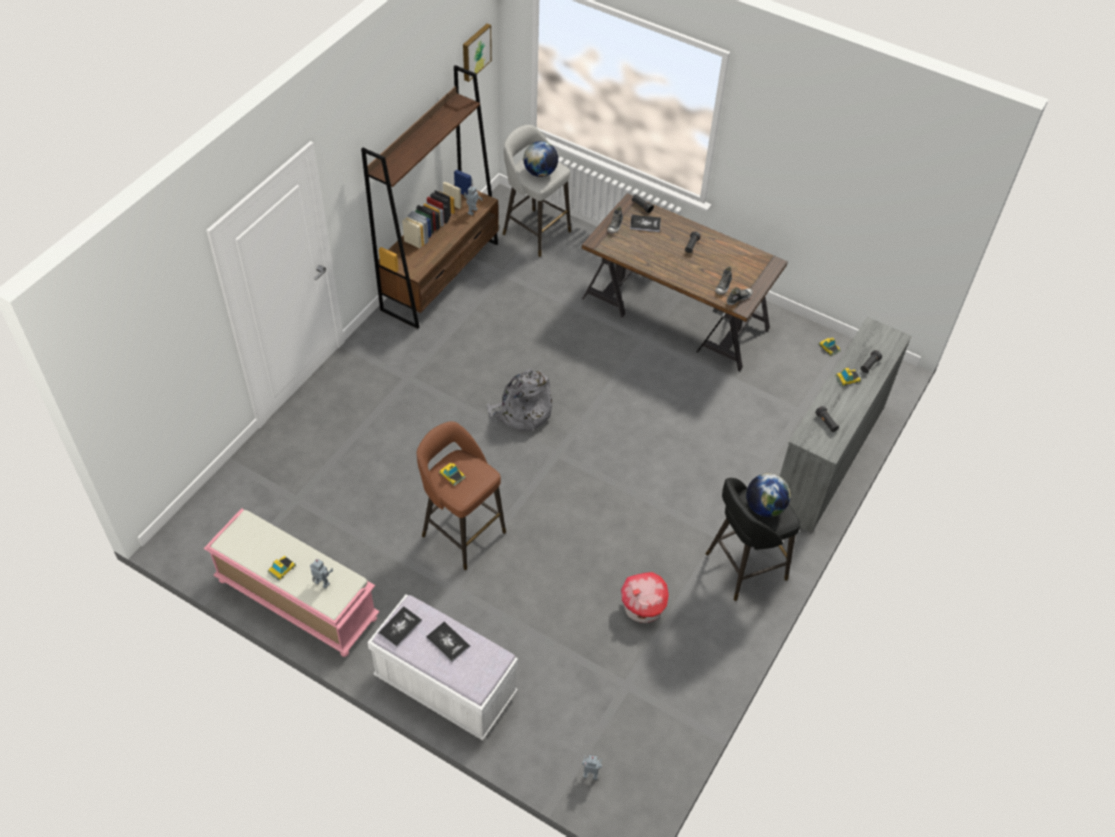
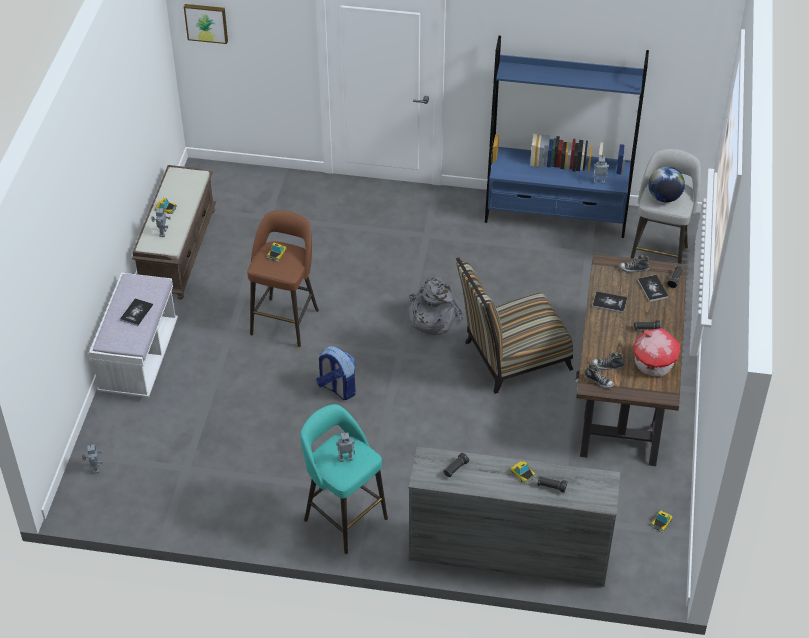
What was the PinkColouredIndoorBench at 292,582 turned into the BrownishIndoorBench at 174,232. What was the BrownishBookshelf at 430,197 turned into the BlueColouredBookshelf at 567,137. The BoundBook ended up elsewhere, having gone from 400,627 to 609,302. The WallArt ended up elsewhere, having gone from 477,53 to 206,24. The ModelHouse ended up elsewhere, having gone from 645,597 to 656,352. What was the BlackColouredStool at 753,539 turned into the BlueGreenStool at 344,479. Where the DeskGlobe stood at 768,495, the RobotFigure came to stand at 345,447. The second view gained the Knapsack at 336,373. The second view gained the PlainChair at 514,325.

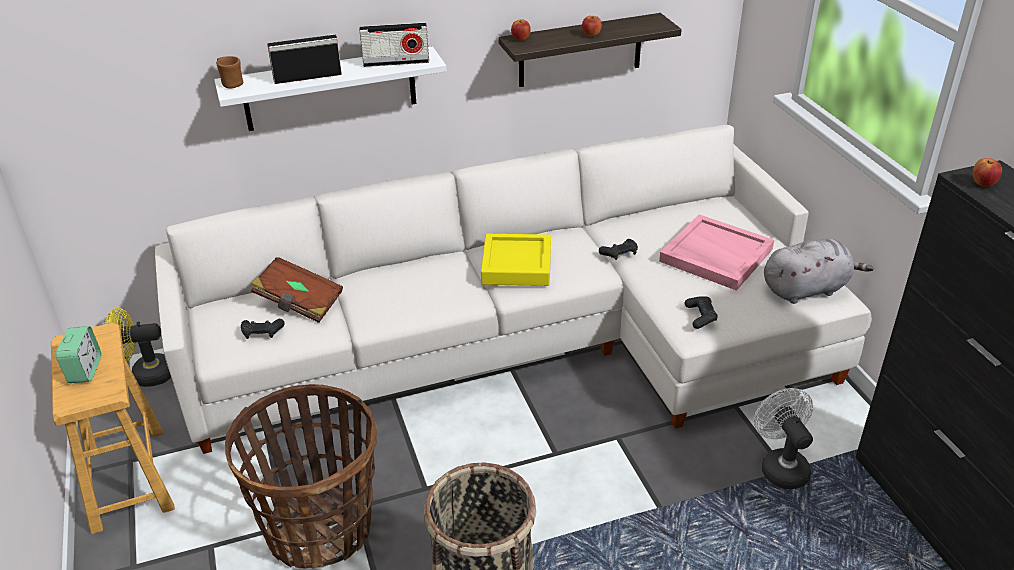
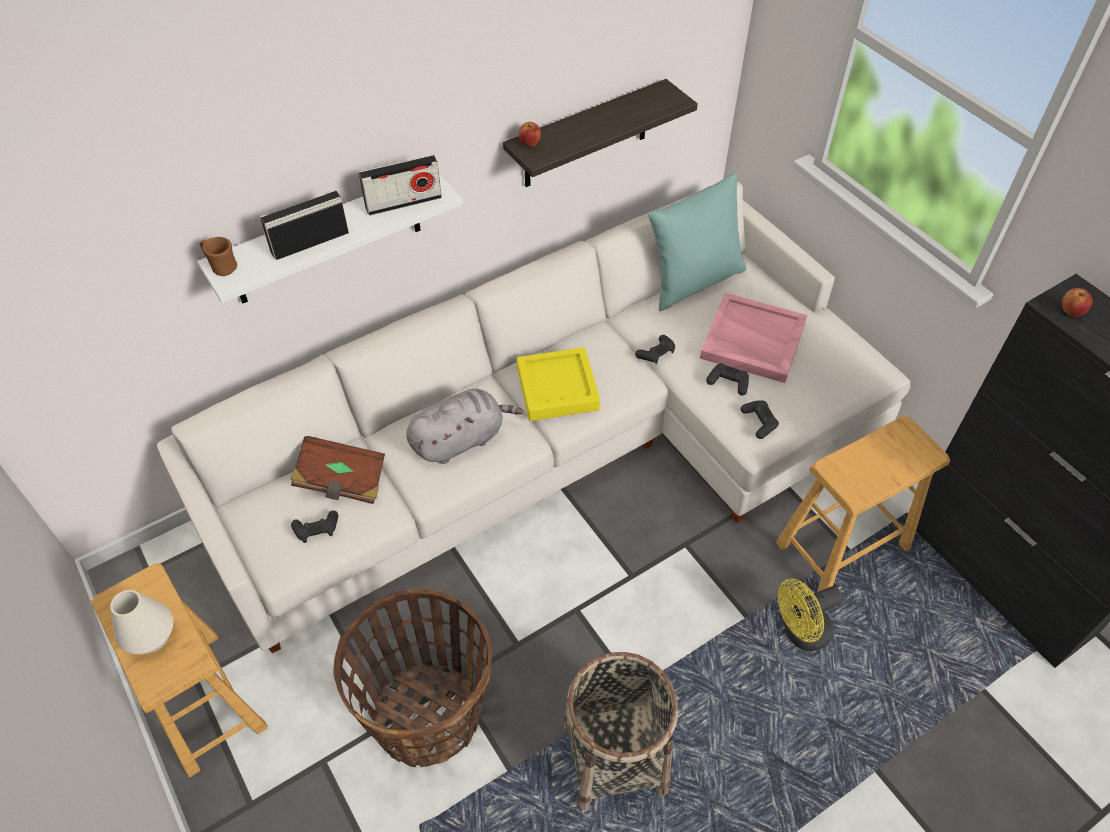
Where the TableClock stood at 78,354, the WhiteColouredDecorativeVase came to stand at 142,622. The YellowColouredCoolingFan ended up elsewhere, having gone from 137,347 to 810,614. The second view lost the WholeApple at 592,26. Where the WhiteColouredCoolingFan stood at 783,438, the BrownishStool came to stand at 863,504. The GrayPlushToy ended up elsewhere, having gone from 819,271 to 465,426. The second view gained the BlueGreenCushion at 697,241. The second view gained the BlackColouredGameController at 727,379.

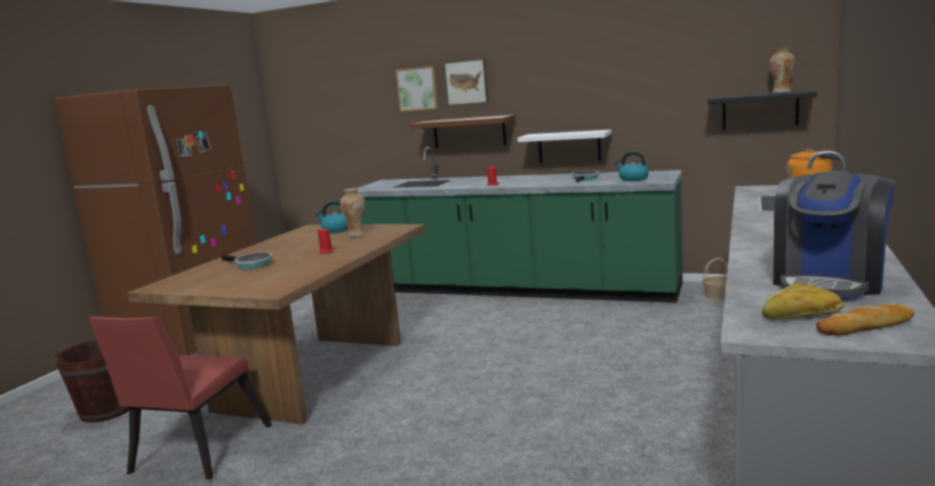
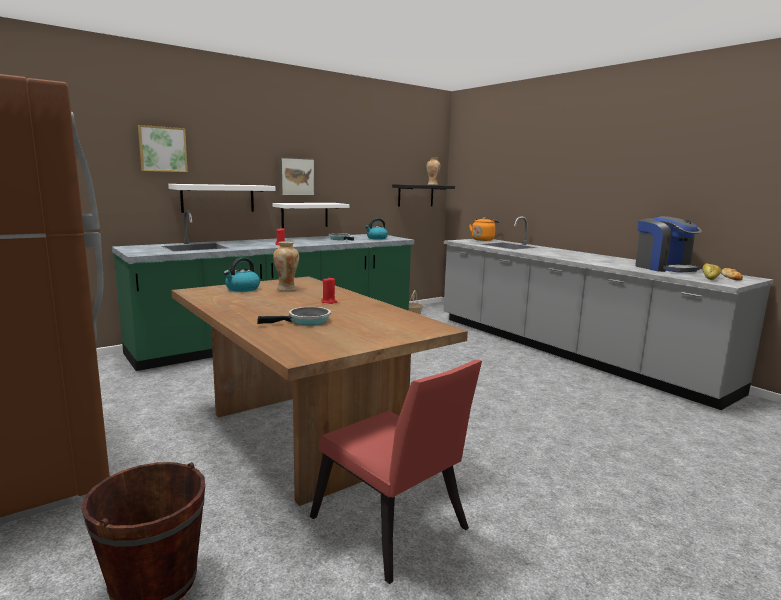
What was the BrownishWallShelf at 462,131 turned into the WhiteColouredWallShelf at 221,198. The WallArt ended up elsewhere, having gone from 466,82 to 297,176.

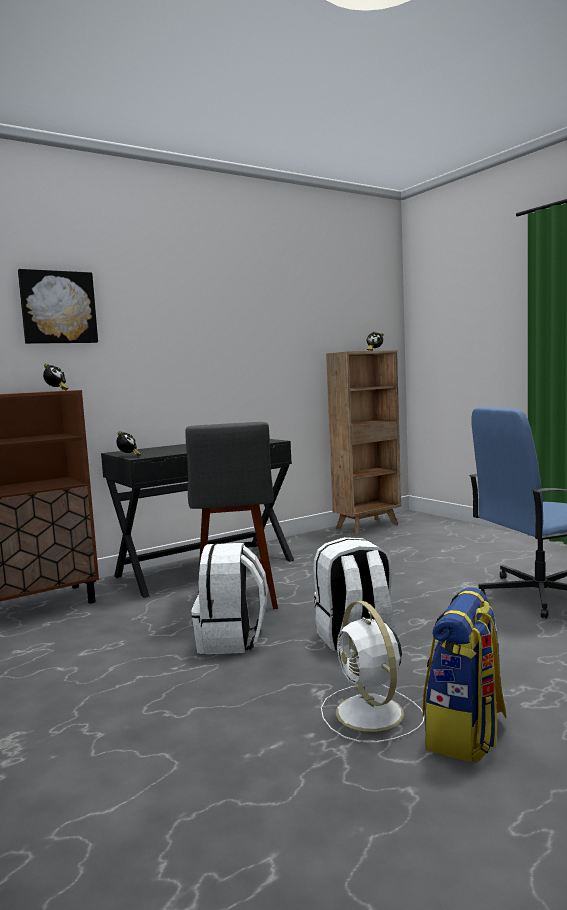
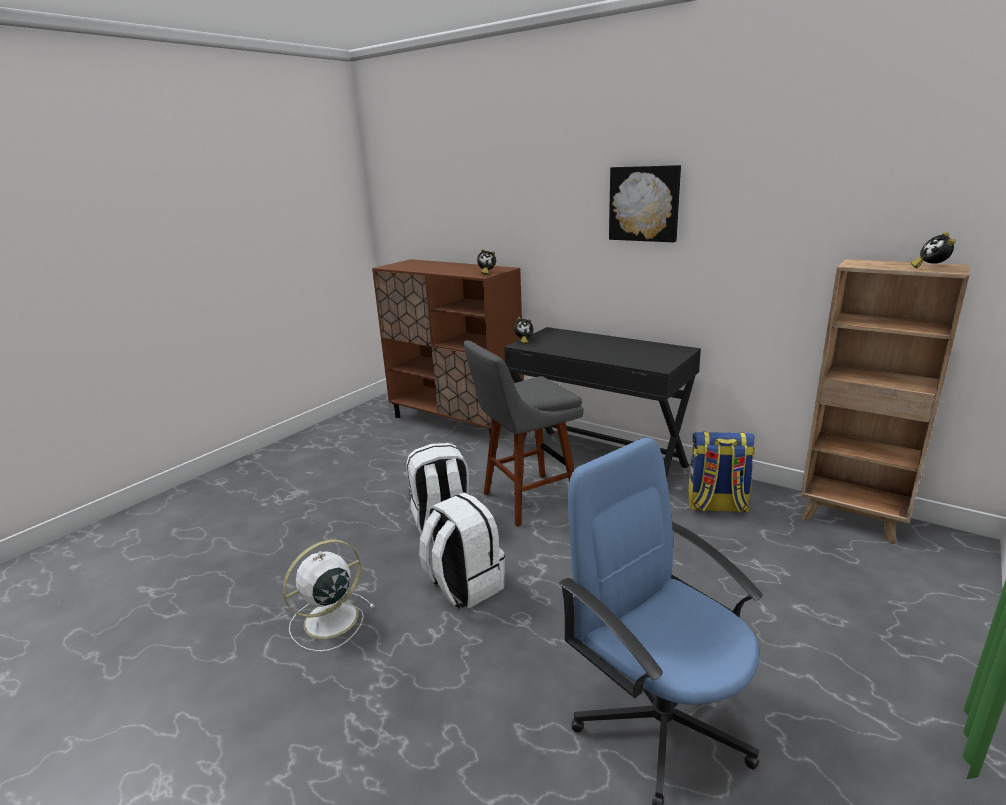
The WallArt ended up elsewhere, having gone from 58,306 to 645,203. The Knapsack ended up elsewhere, having gone from 464,675 to 721,472.

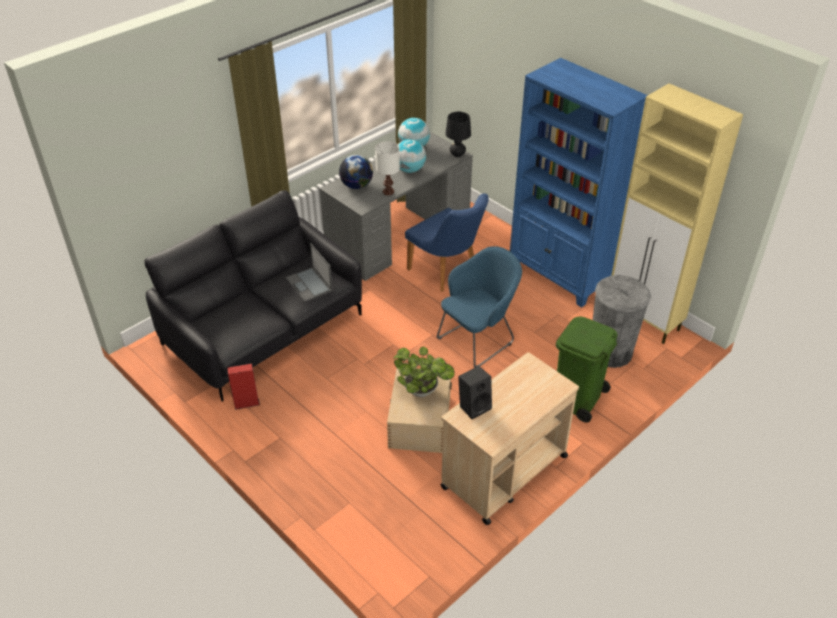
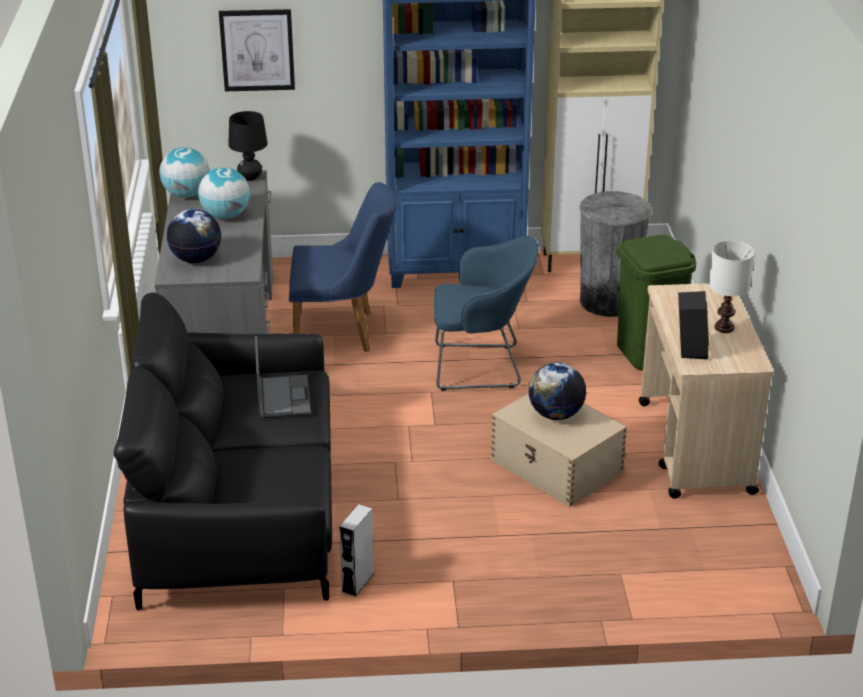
What was the RedAudioSpeaker at 243,386 turned into the GrayAudioSpeaker at 357,550. The Laptop at 309,272 ended up facing another way, 105 degrees counterclockwise from before. The WhiteColouredTabletopLamp ended up elsewhere, having gone from 387,168 to 732,287. Where the PottedPlant stood at 424,371, the DeskGlobe came to stand at 557,391. The BlueColouredLoungeChair at 479,307 ended up facing another way, 90 degrees clockwise from before. The second view gained the WallArt at 257,50.

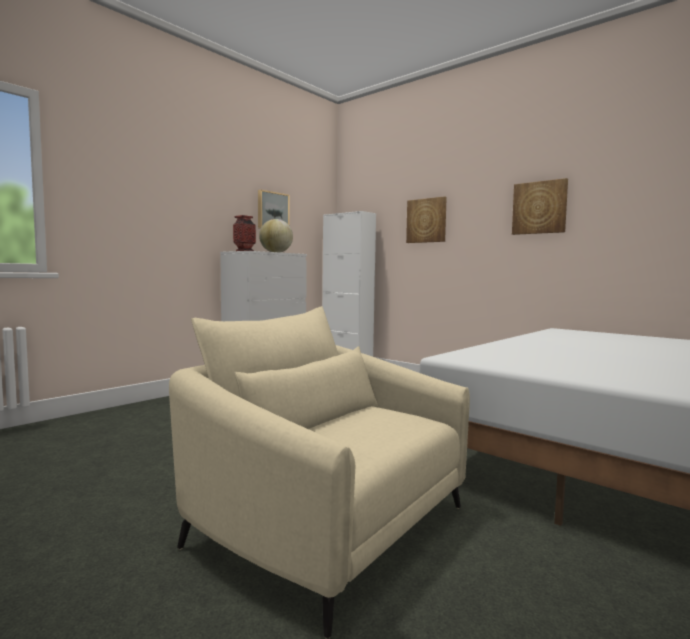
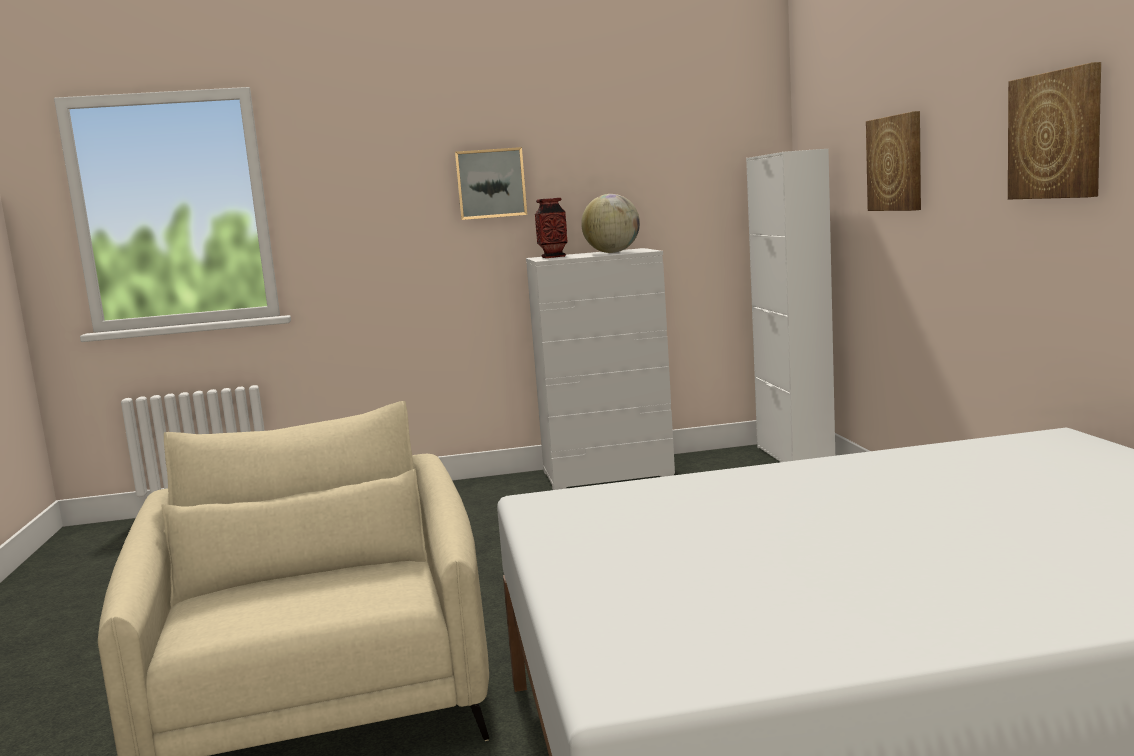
The WallArt ended up elsewhere, having gone from 273,209 to 491,183.

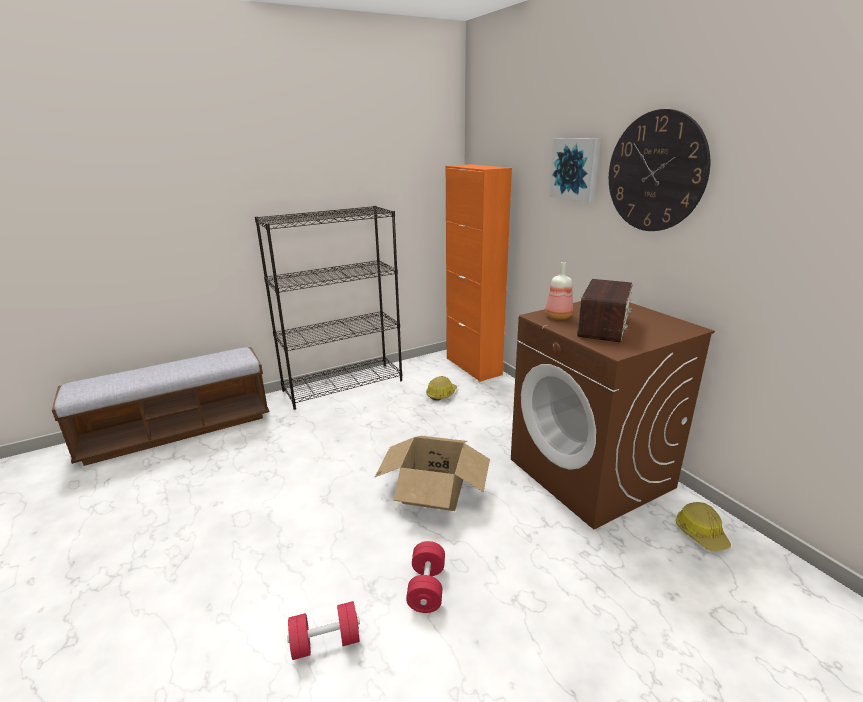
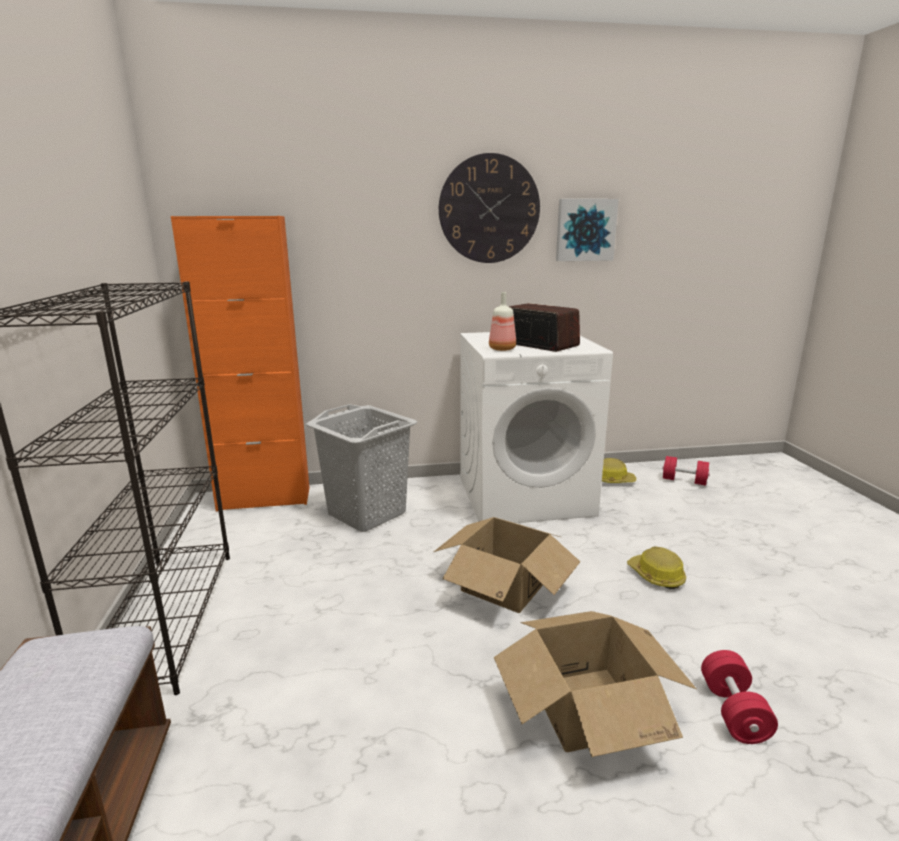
The RedHandWeight ended up elsewhere, having gone from 425,577 to 686,471. The SafetyHelmet ended up elsewhere, having gone from 441,388 to 656,568. What was the BrownishWashingMachine at 613,415 turned into the WhiteColouredWashingMachine at 536,427. The WallArt ended up elsewhere, having gone from 575,170 to 587,230. The second view gained the GrayLaundryBasket at 361,468. The second view gained the Carton at 595,684.

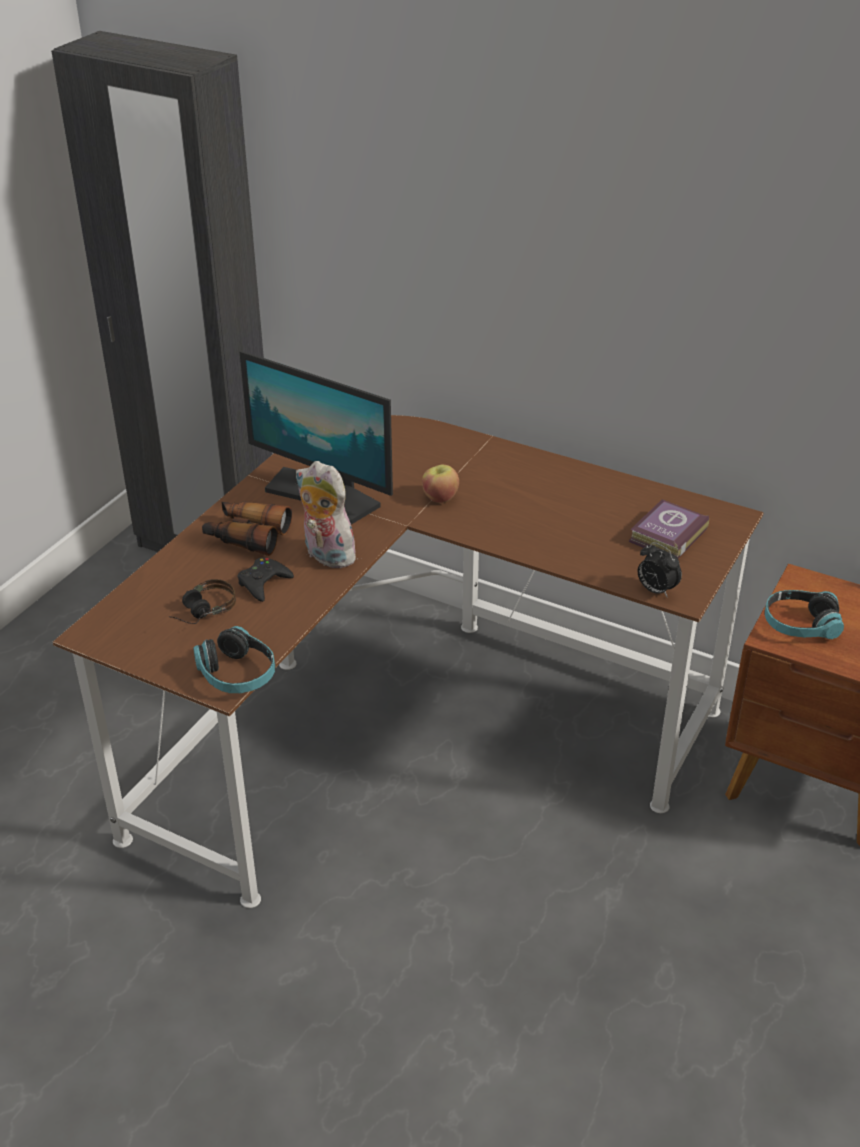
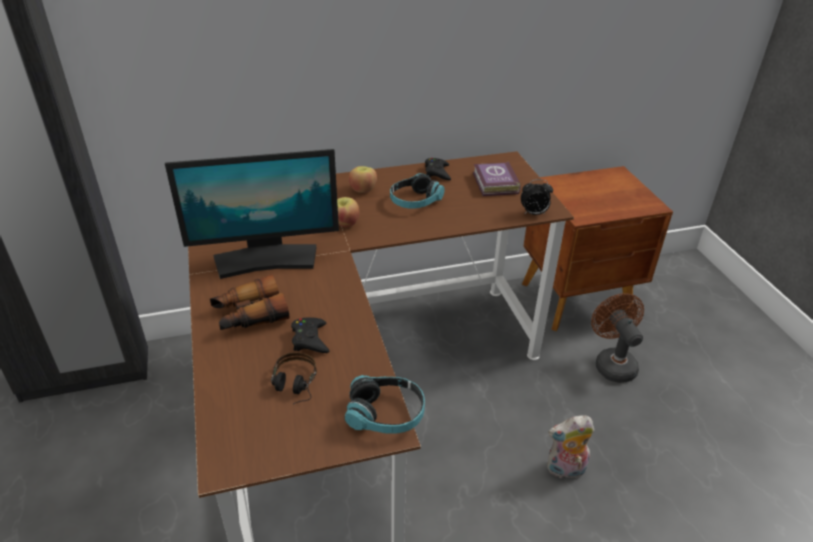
The PlushToy ended up elsewhere, having gone from 327,514 to 571,446. The Headphones ended up elsewhere, having gone from 804,614 to 417,191. The second view gained the WholeApple at 363,179. The second view gained the BlackColouredGameController at 438,169. The second view gained the BrownishCoolingFan at 617,338.

